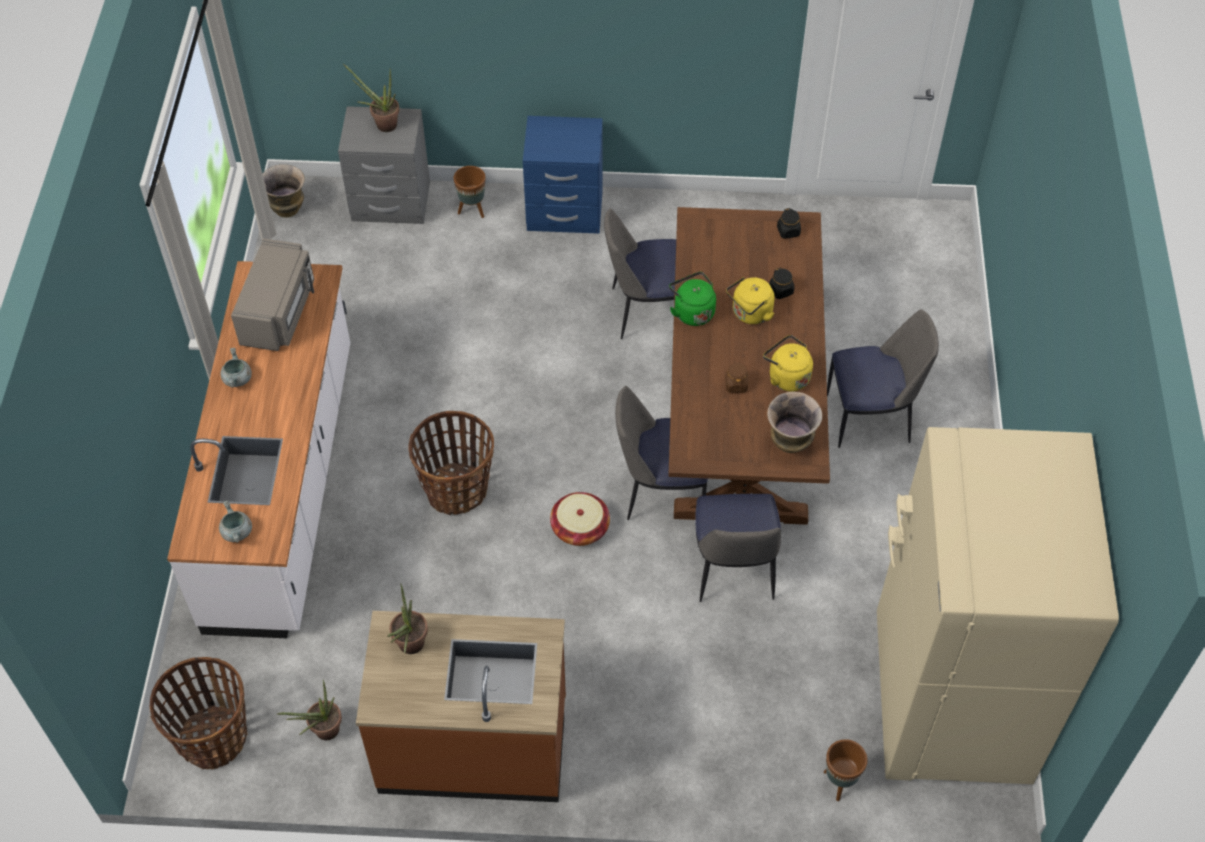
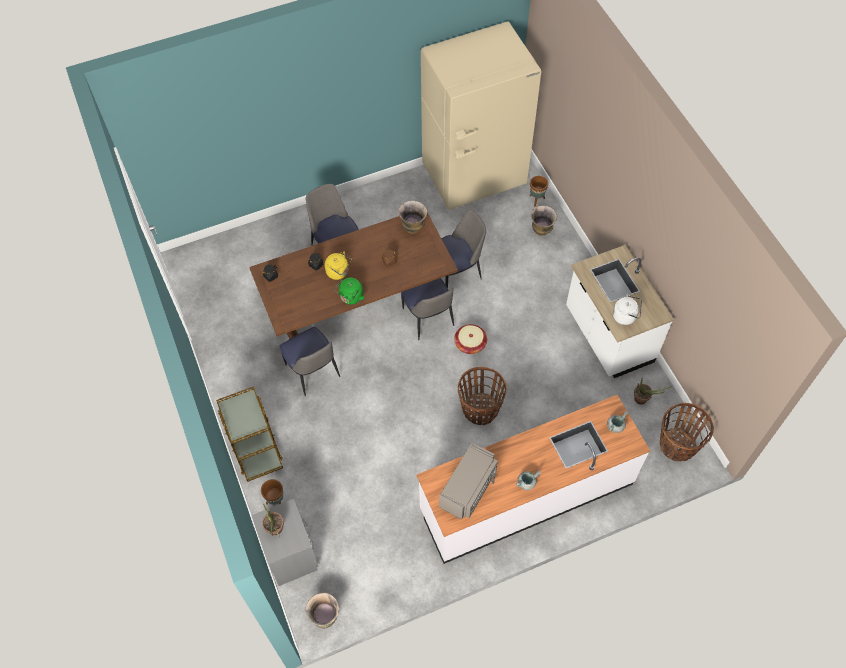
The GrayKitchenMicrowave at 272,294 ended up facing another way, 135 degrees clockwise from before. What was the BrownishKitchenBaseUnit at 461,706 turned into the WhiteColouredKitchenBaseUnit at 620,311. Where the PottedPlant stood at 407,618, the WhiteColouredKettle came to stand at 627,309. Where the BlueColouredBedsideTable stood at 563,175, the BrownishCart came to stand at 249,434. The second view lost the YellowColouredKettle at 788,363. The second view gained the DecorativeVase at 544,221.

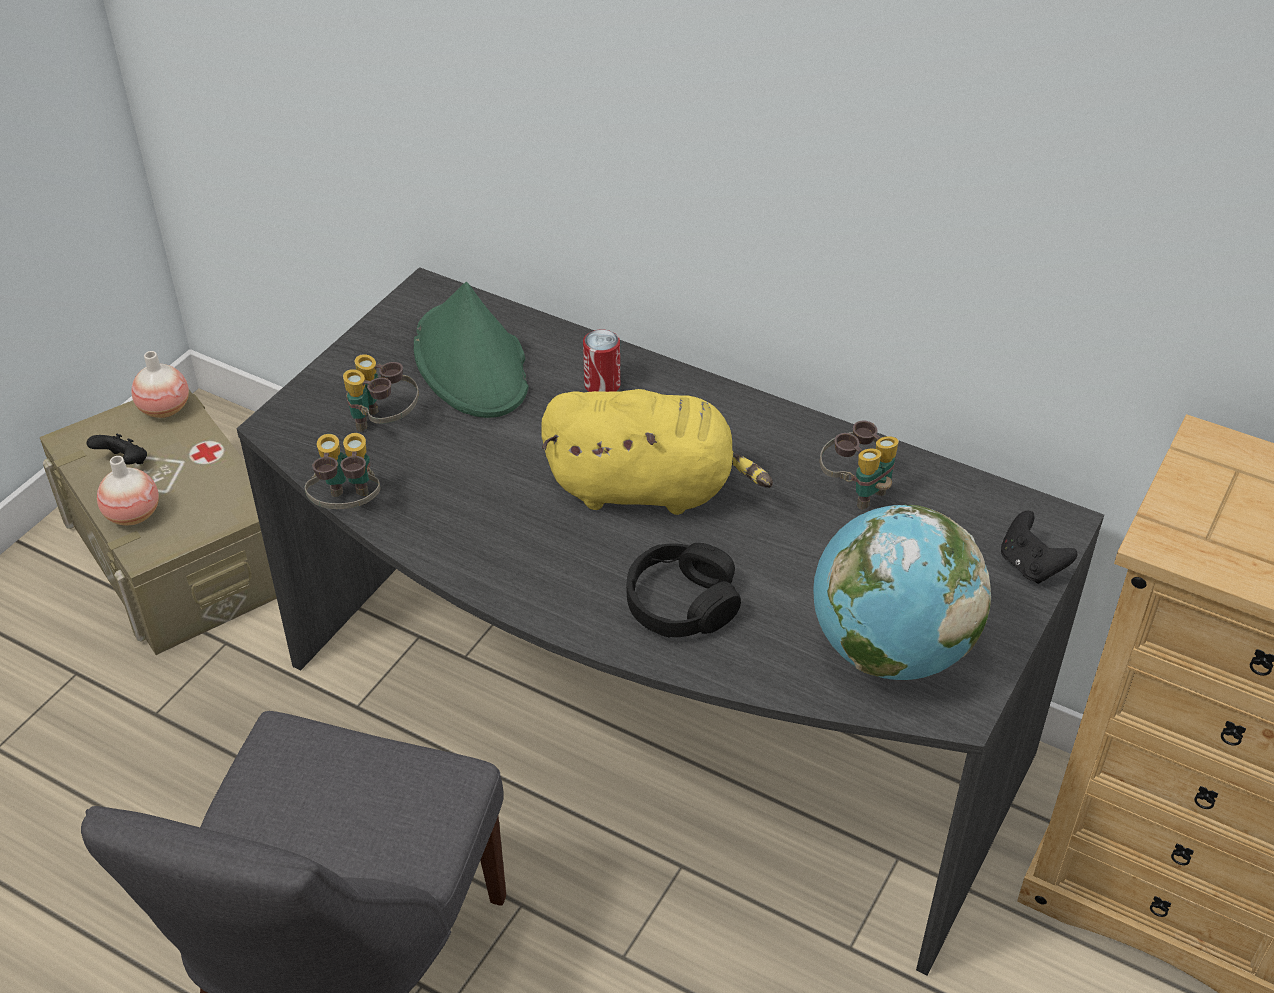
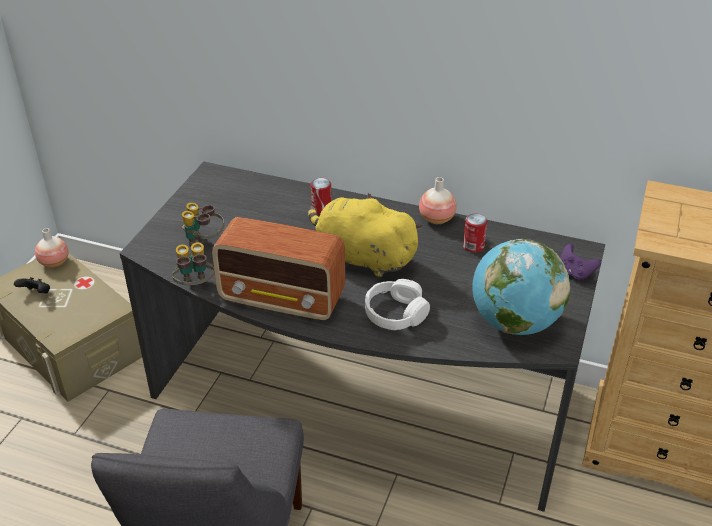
The DecorativeVase ended up elsewhere, having gone from 128,490 to 438,200. The second view lost the GreenColouredClothingHat at 471,350. The YellowColouredPlushToy at 657,452 ended up facing another way, 150 degrees counterclockwise from before. What was the BlackColouredHeadphones at 683,590 turned into the WhiteColouredHeadphones at 397,304. Where the FieldGlasses stood at 859,465, the SealedCan came to stand at 475,233. What was the BlackColouredGameController at 1039,547 turned into the PurpleGameController at 580,262. The second view gained the RadioReceiver at 278,269.

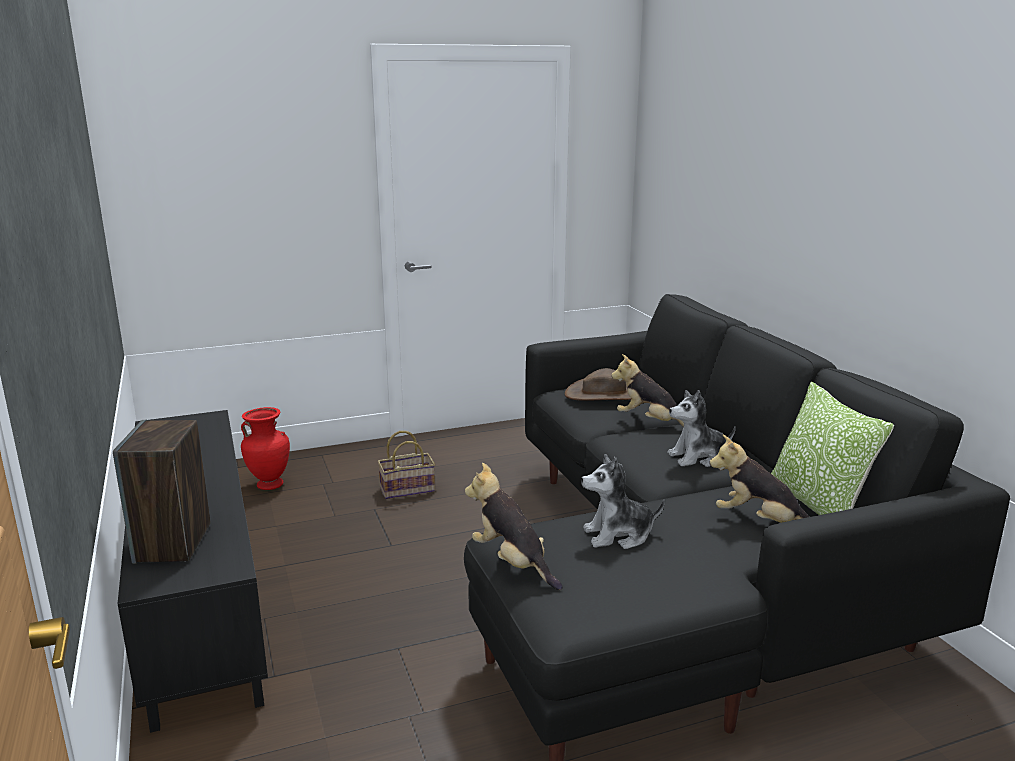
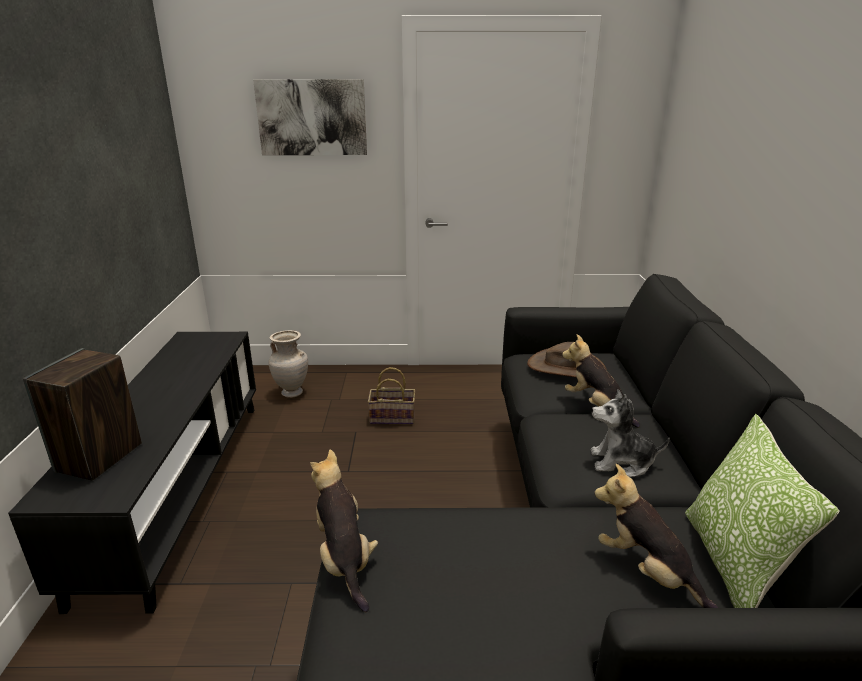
What was the RedDecorativeVase at 265,448 turned into the SandColouredDecorativeVase at 288,364. The second view lost the PlushToy at 623,501. The second view gained the WallArt at 310,117.

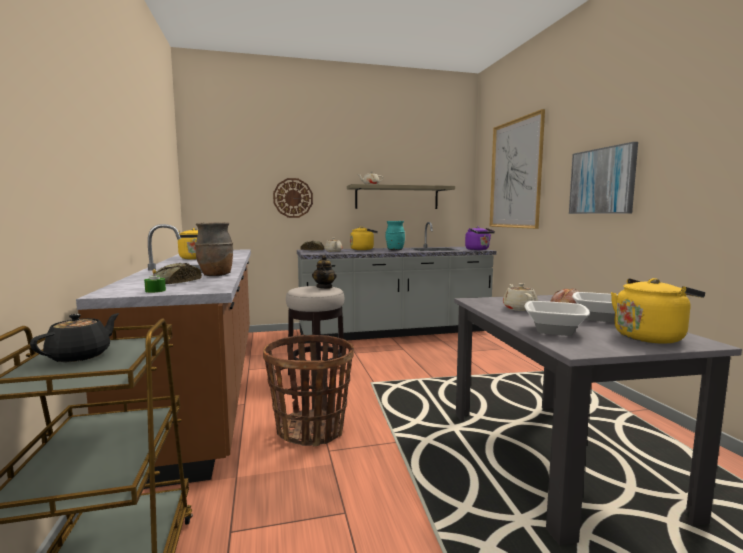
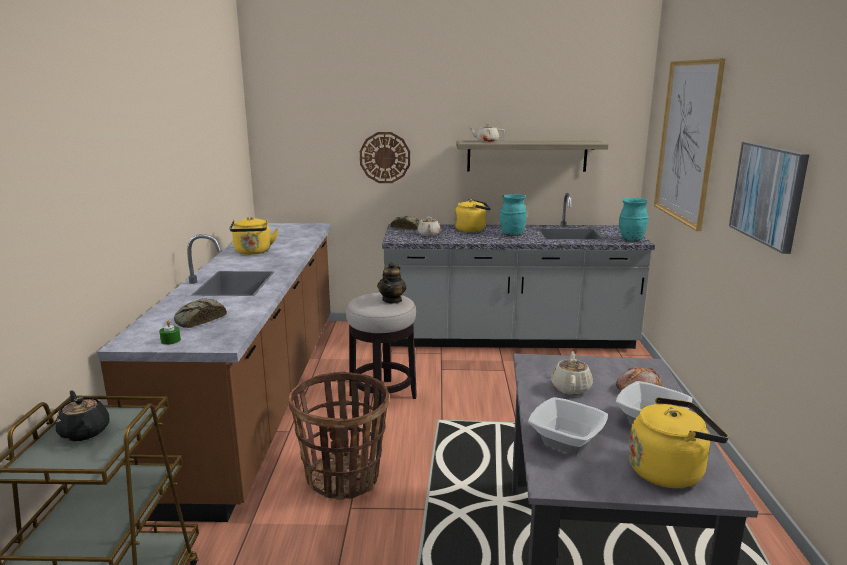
The BlackColouredTeaPot at 74,337 ended up facing another way, 75 degrees counterclockwise from before. The second view lost the BrownishDecorativeVase at 214,249. Where the PurpleKettle stood at 480,238, the BlueGreenDecorativeVase came to stand at 634,219.

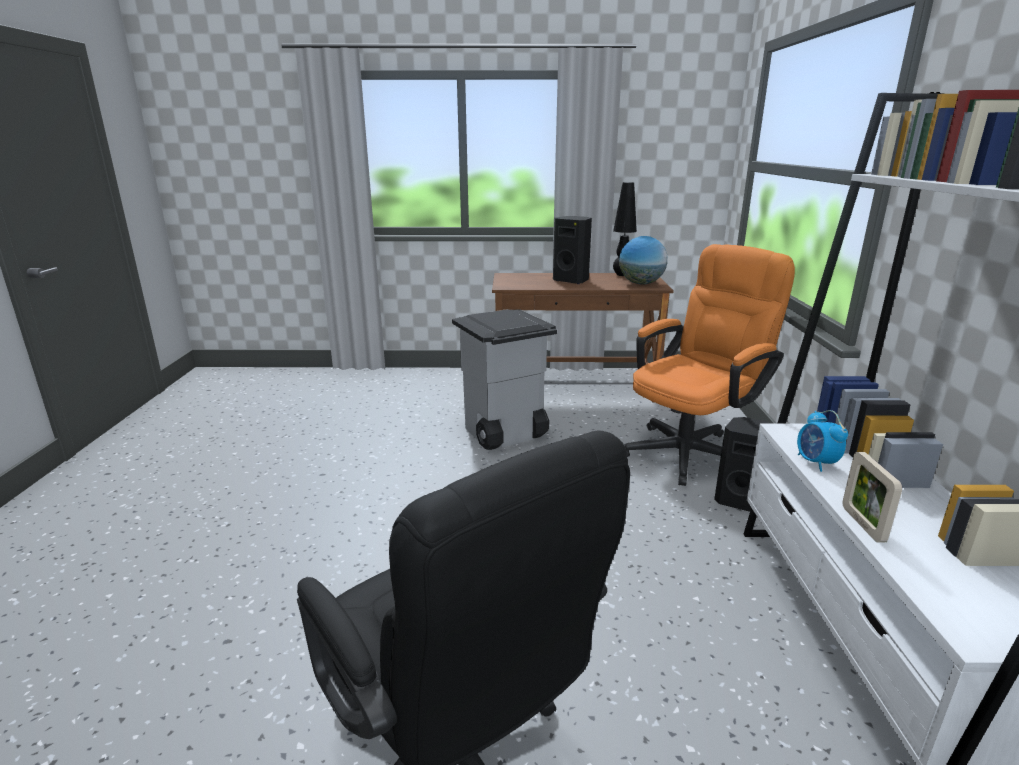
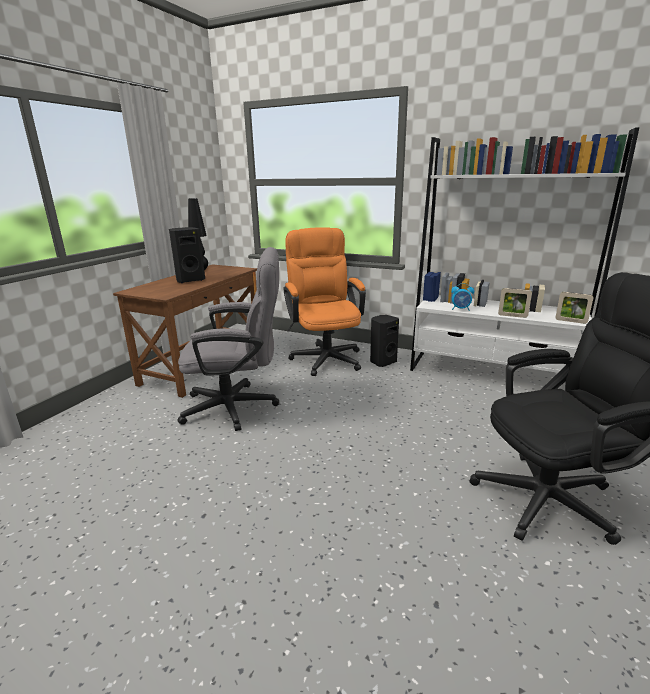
Where the GrayTrashCan stood at 504,379, the GrayOfficeChair came to stand at 228,339. The second view lost the DeskGlobe at 643,260. The second view gained the StandingFrame at 574,308.

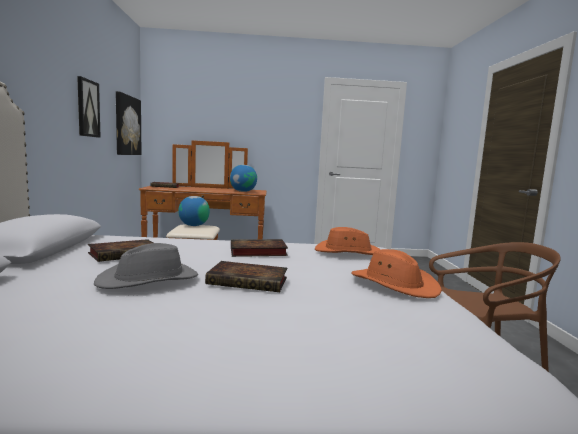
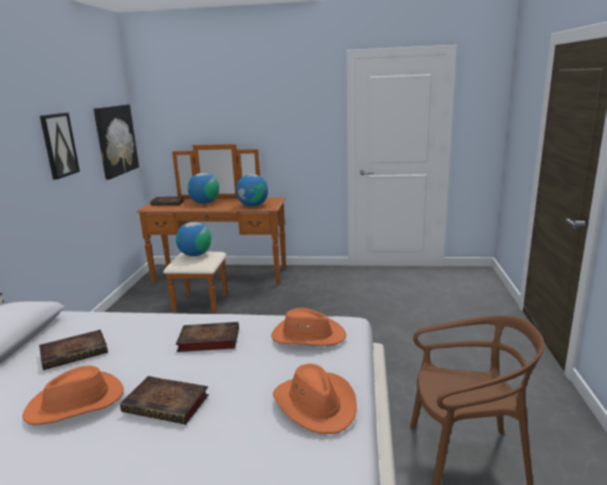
What was the GrayClothingHat at 146,266 turned into the OrangeColouredClothingHat at 73,395. The second view gained the DeskGlobe at 203,188.

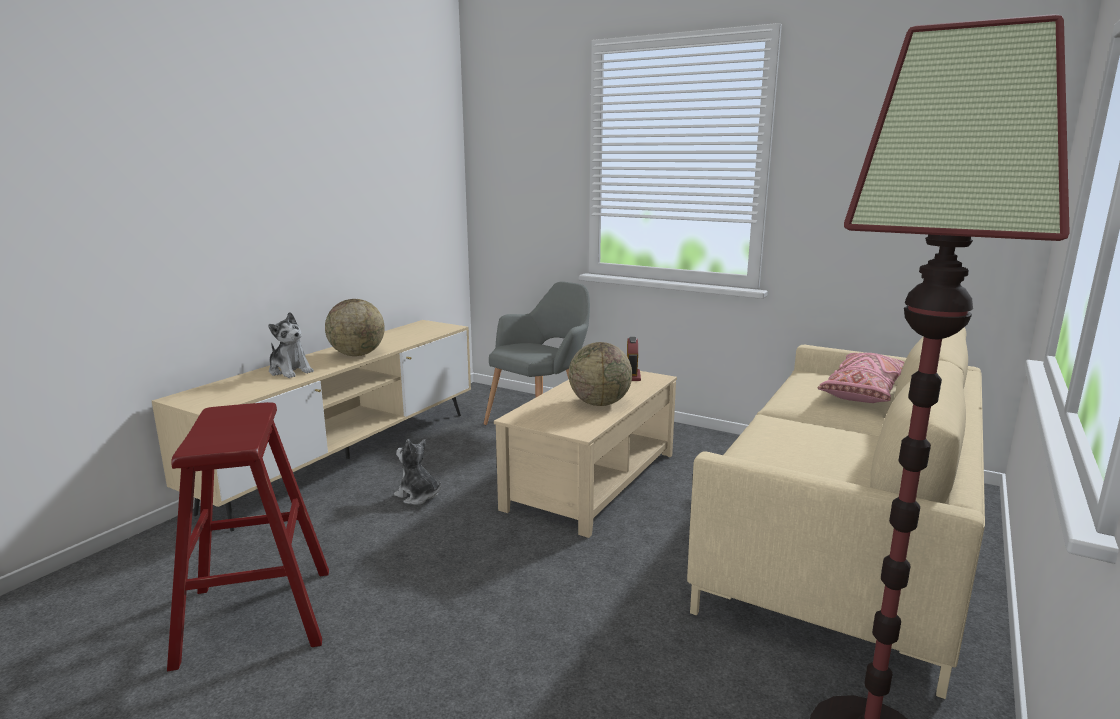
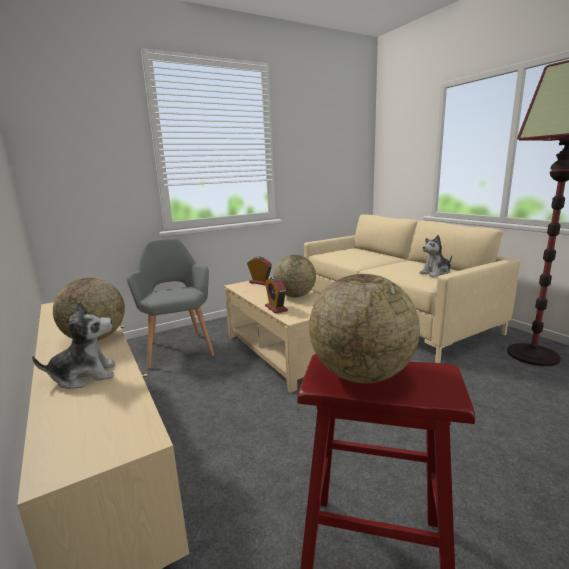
The PlushToy ended up elsewhere, having gone from 417,472 to 436,256. The second view lost the PinkColouredCushion at 861,378. The second view gained the TableClock at 276,295. The second view gained the DeskGlobe at 364,328.

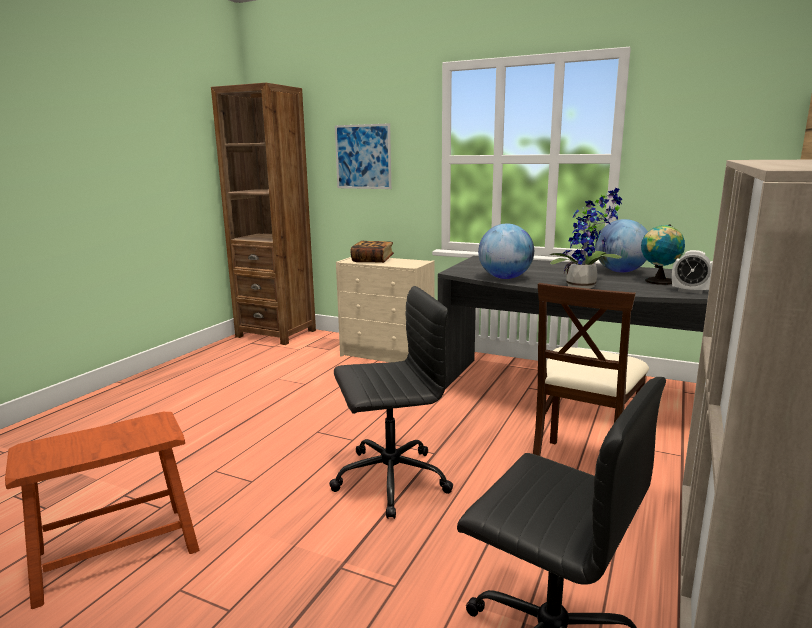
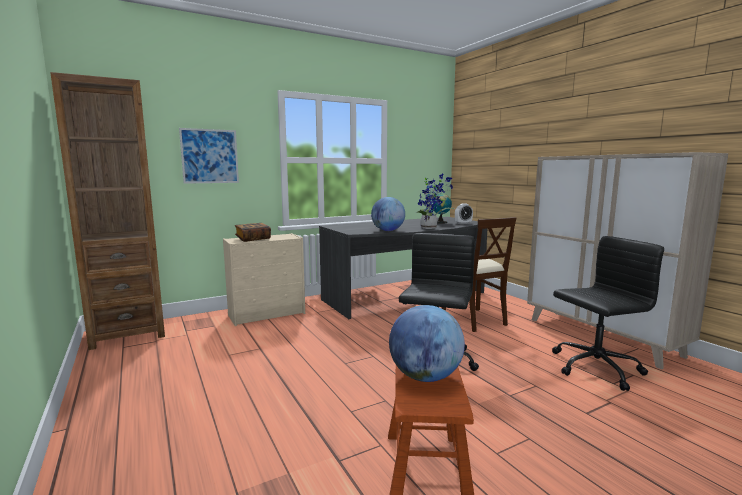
The DeskGlobe ended up elsewhere, having gone from 621,246 to 427,343.

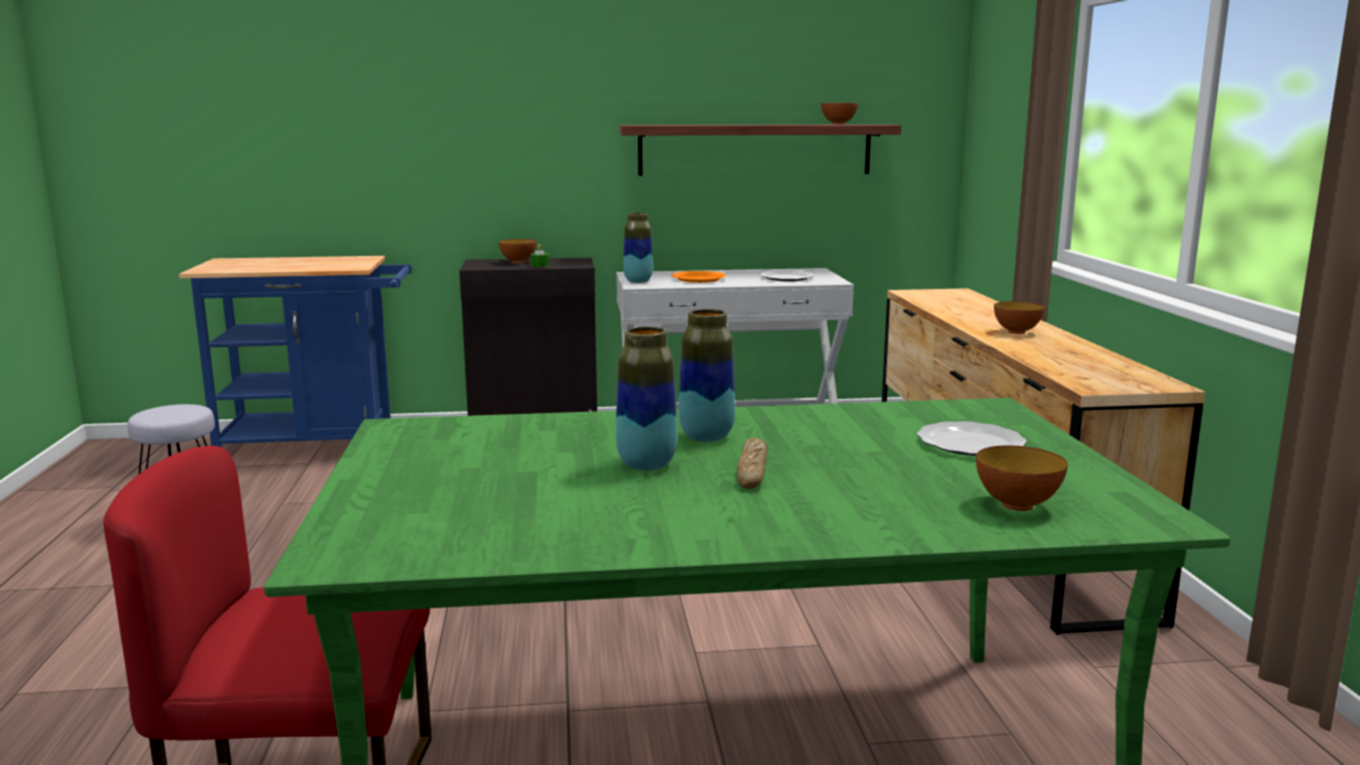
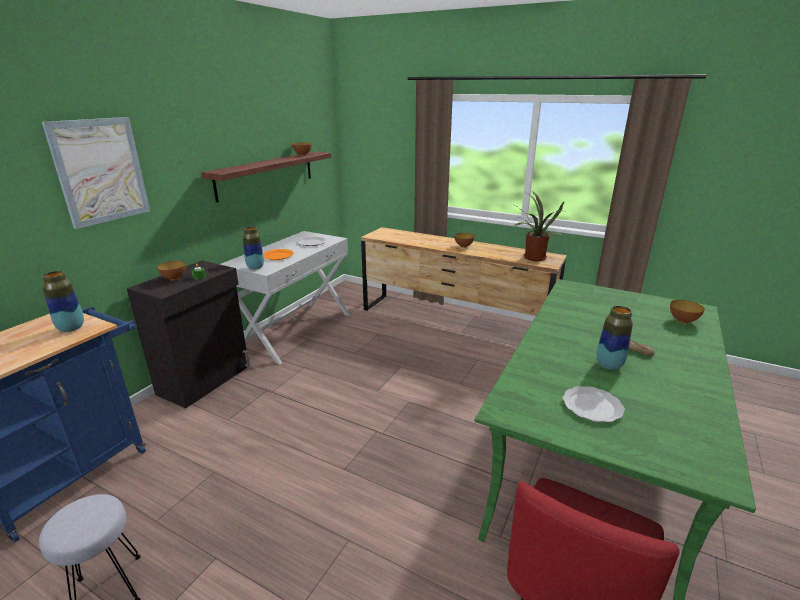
The DecorativeVase ended up elsewhere, having gone from 707,375 to 63,301. The DinnerPlate ended up elsewhere, having gone from 972,438 to 594,404. The second view gained the WallArt at 96,173. The second view gained the PottedPlant at 538,226.

